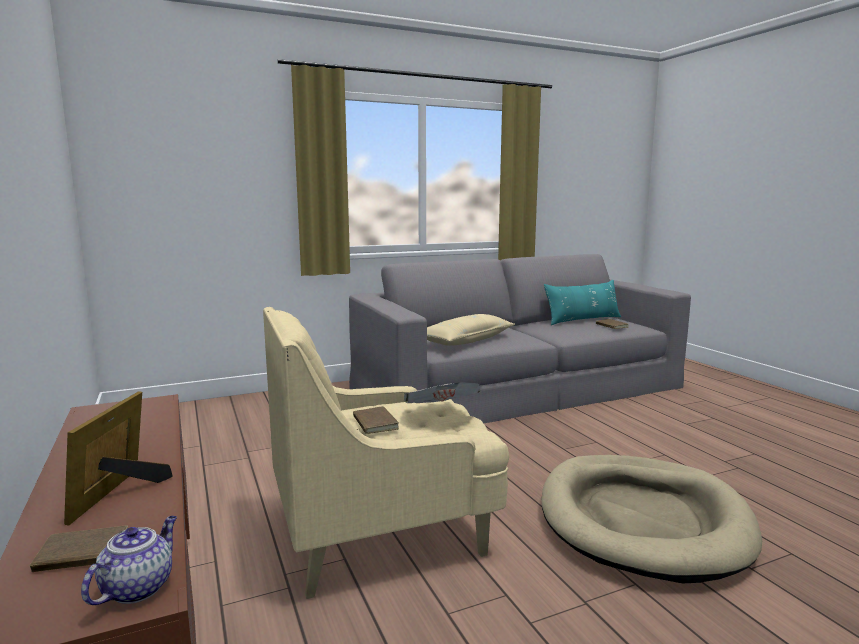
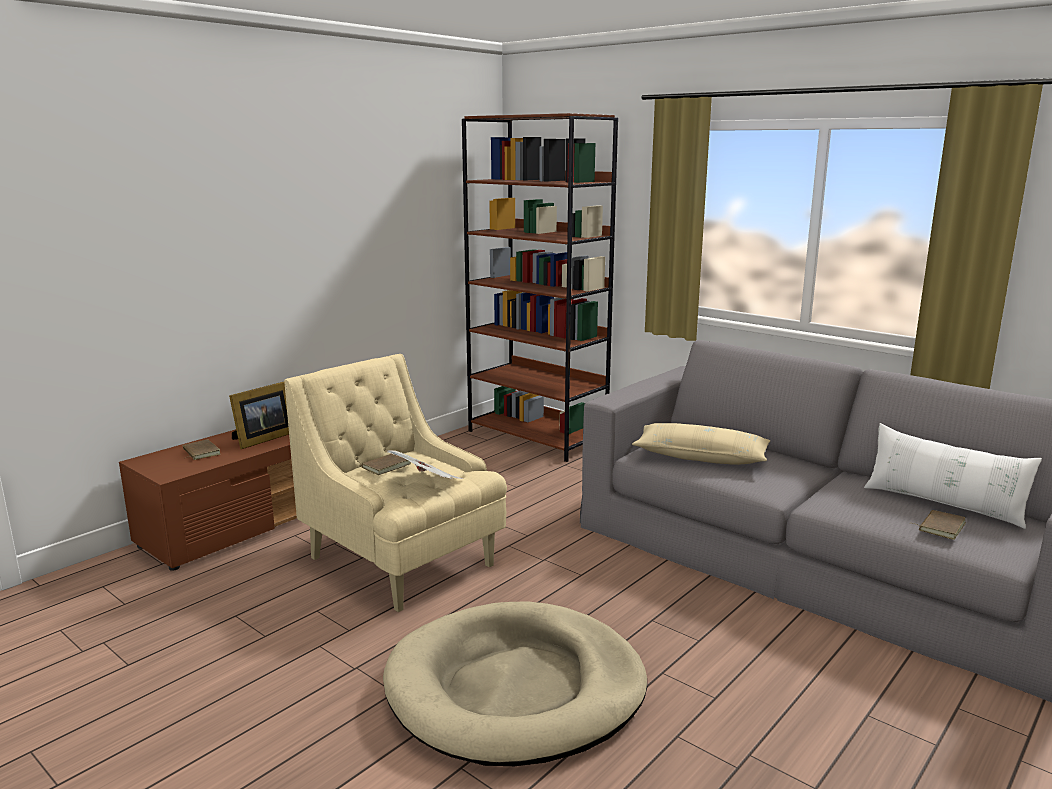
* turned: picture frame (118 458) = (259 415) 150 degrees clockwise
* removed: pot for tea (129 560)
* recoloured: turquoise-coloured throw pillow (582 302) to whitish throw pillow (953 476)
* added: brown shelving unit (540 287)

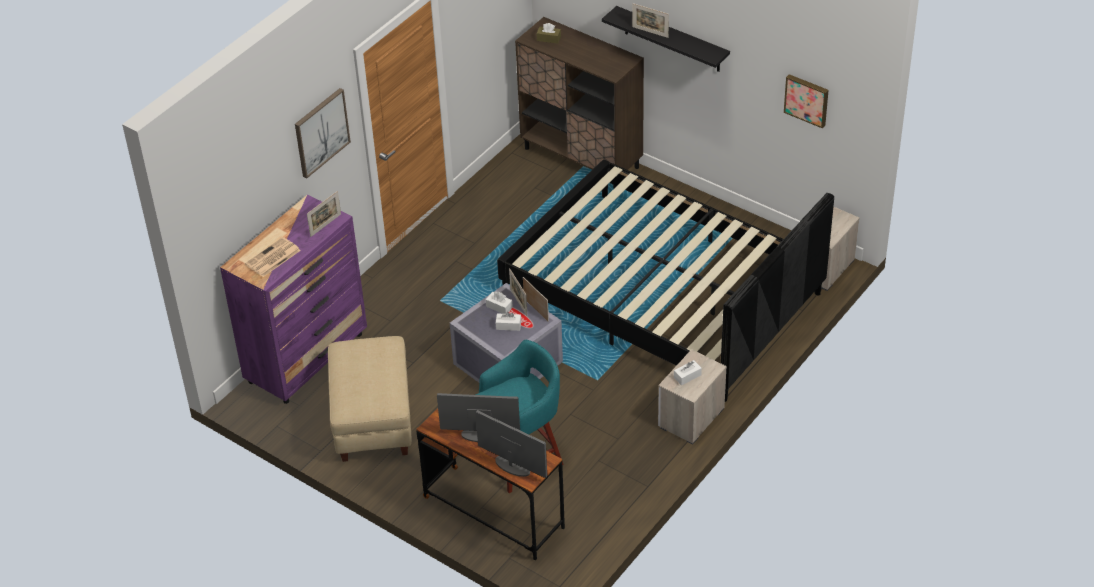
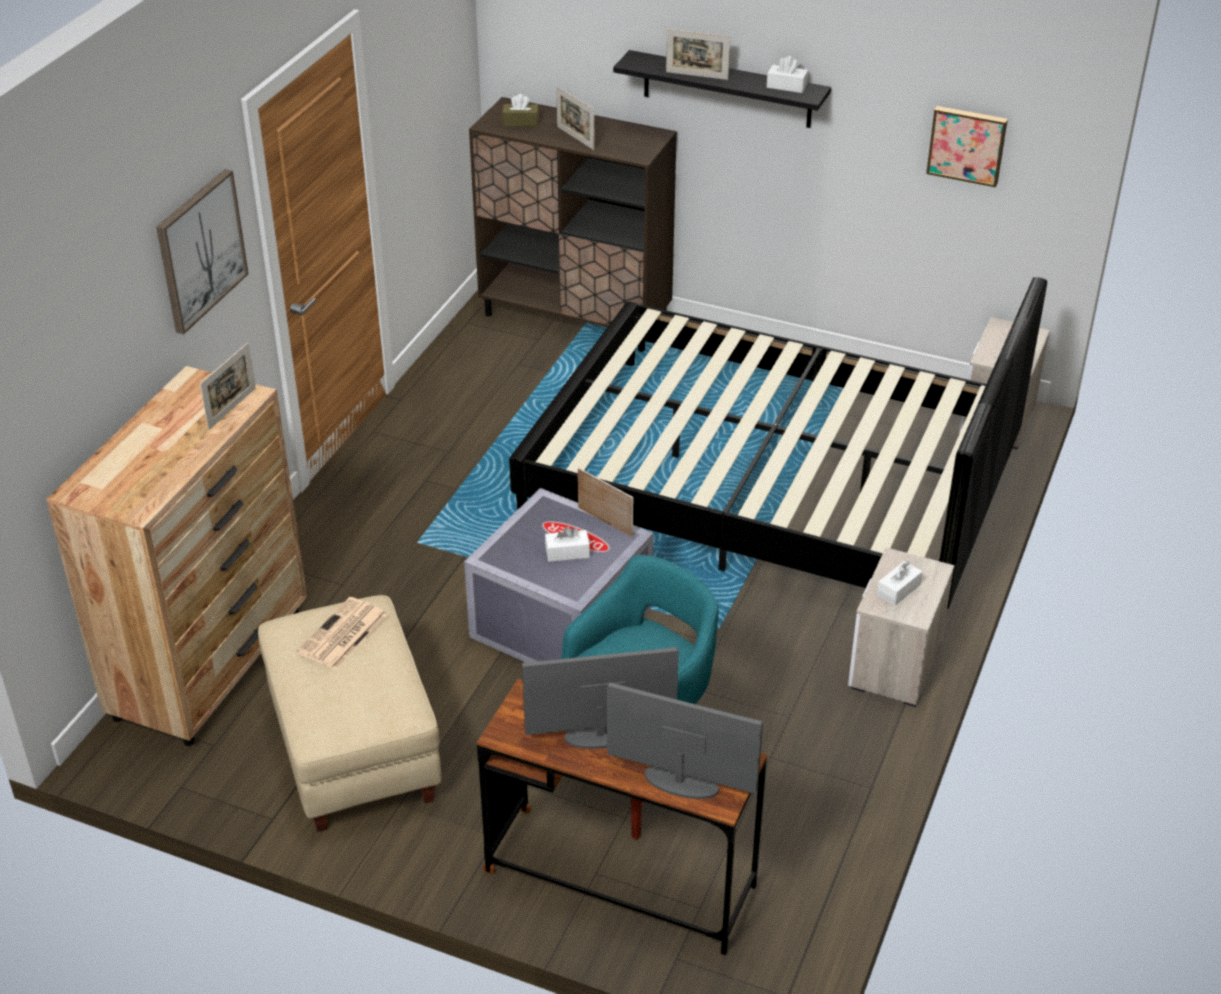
* recoloured: purple-coloured dresser (293 299) to brown dresser (176 556)
* moved: printed paper (273 257) to (342 633)
* moved: whitish tissue box (499 303) to (787 74)
* moved: picture frame (518 292) to (575 118)

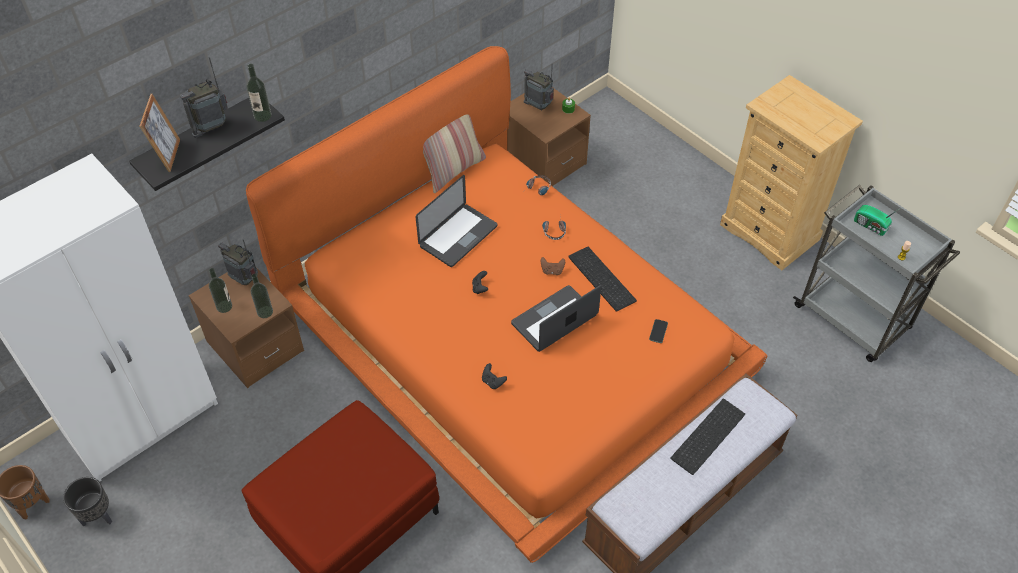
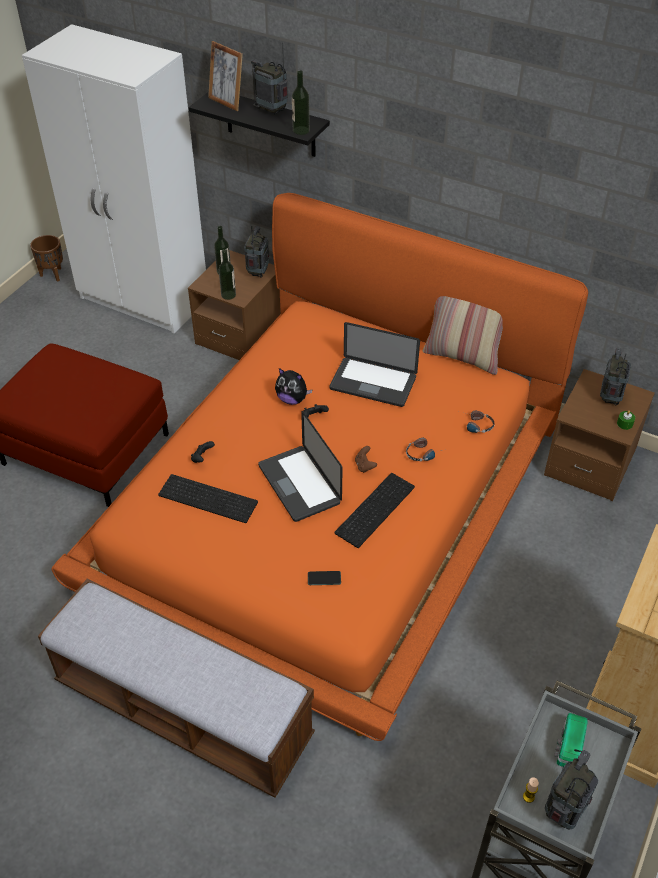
* removed: blackish plant pot (87 501)
* turned: picture frame (159 133) = (225 76) 60 degrees clockwise
* turned: portable computer (556 318) = (300 466) 150 degrees counterclockwise
* moved: computer keyboard (707 437) to (208 498)
* added: cuddly toy (294 386)
* added: radio (571 790)

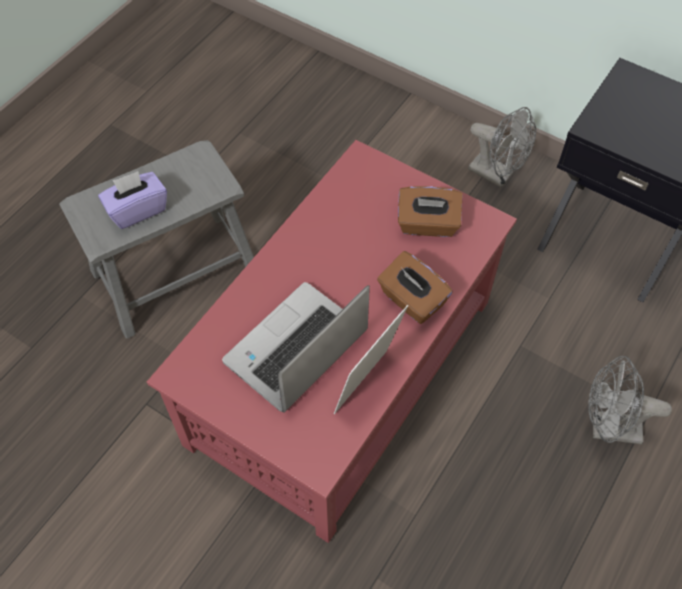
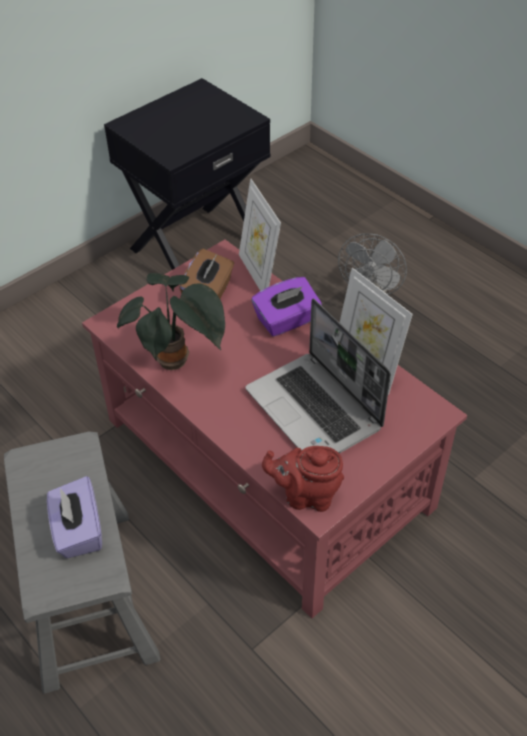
* recoloured: brown tissue box (415 287) to purple-coloured tissue box (287 306)
* removed: greyish cooling fan (502 147)
* added: potted plant (171 321)
* added: picture frame (260 235)
* added: red pot for tea (303 479)

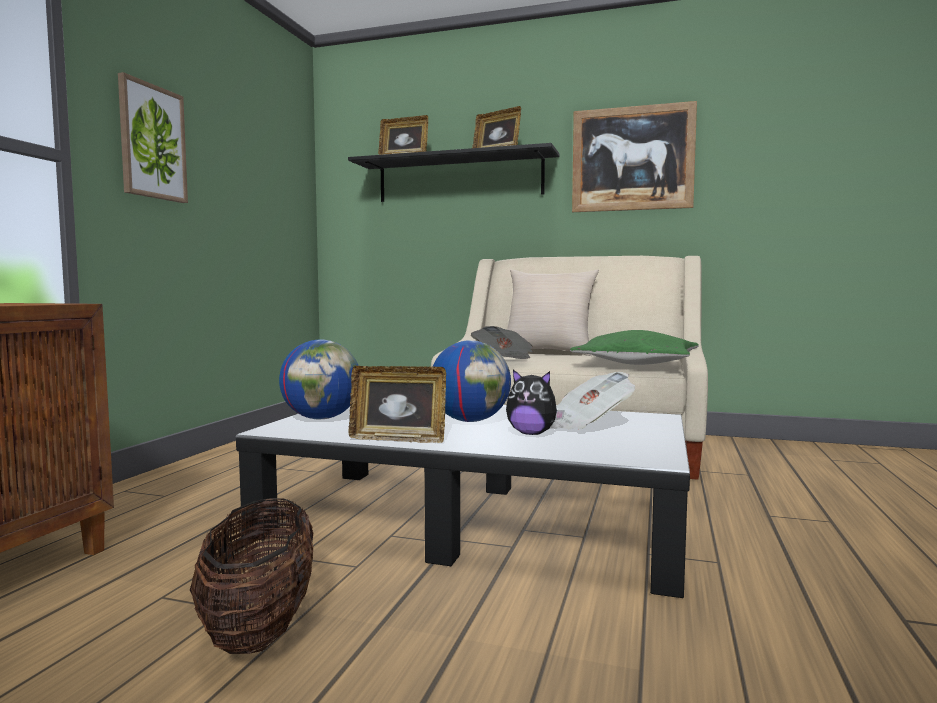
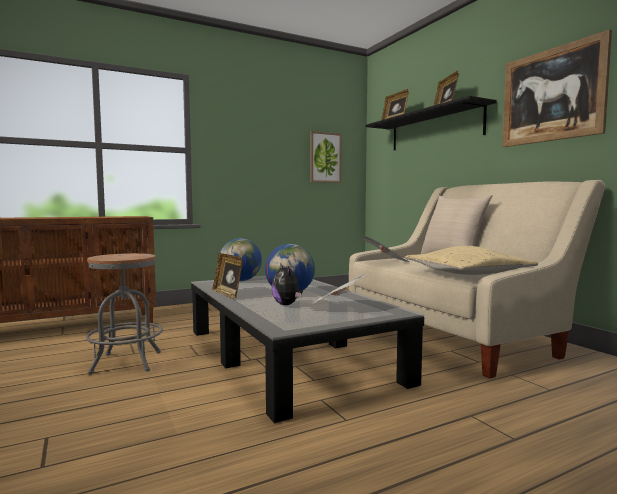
* moved: picture (153 137) to (326 157)
* replaced: basket (251 576) to greyish stool seat (124 313)
* recoloured: green-coloured throw pillow (634 347) to beige throw pillow (471 260)

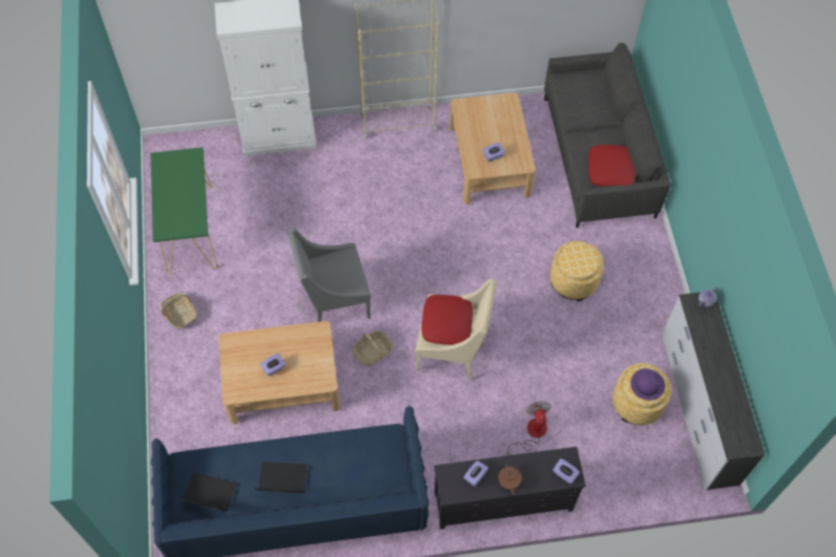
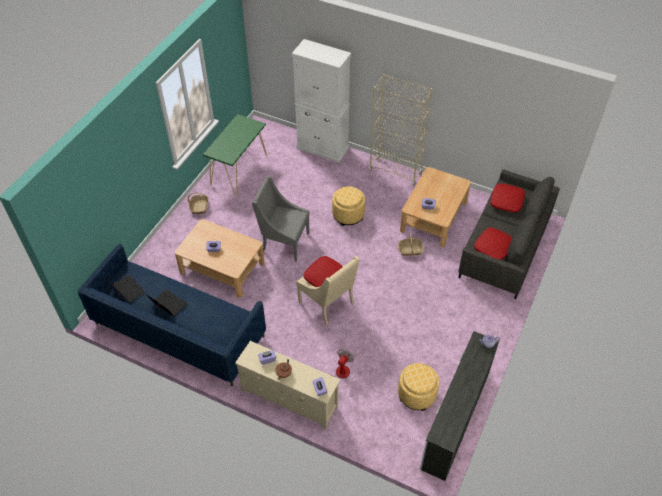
* moved: basket (372 348) to (411 244)
* recoloured: blackish media console (510 488) to beige media console (287 385)
* moved: pouffe (577 271) to (348 206)
* removed: purple-coloured hat (648 384)
* added: red throw pillow (507 197)

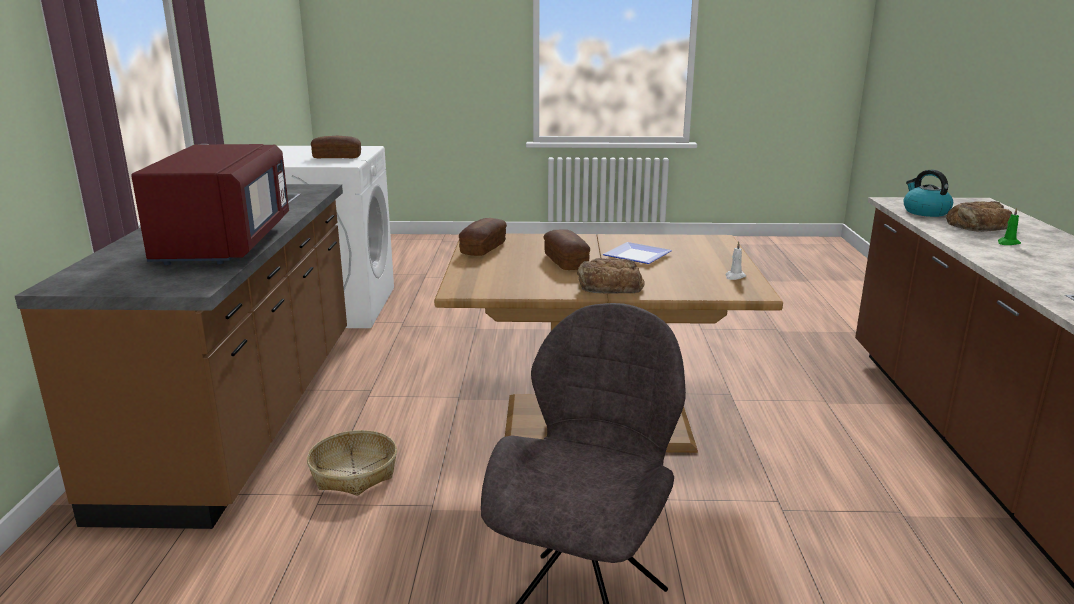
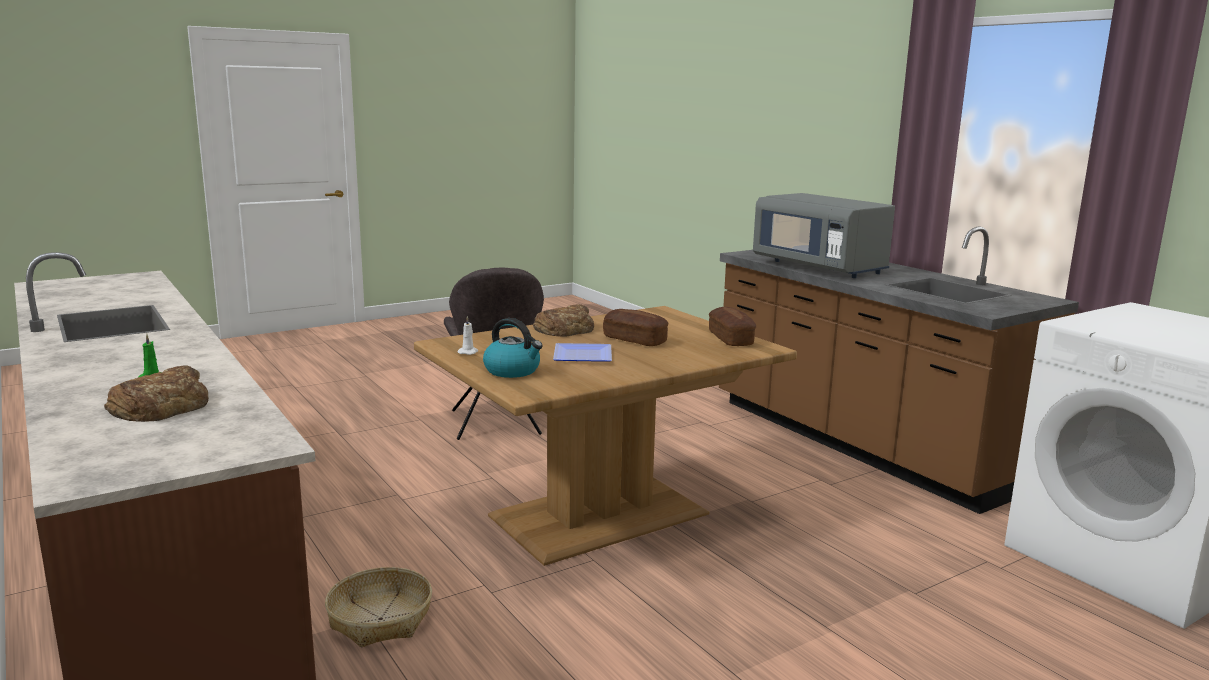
* recoloured: red microwave oven (210 204) to greyish microwave oven (824 235)
* moved: basket (352 462) to (378 607)
* removed: bakery bread (336 147)
* moved: tea kettle (928 193) to (513 348)

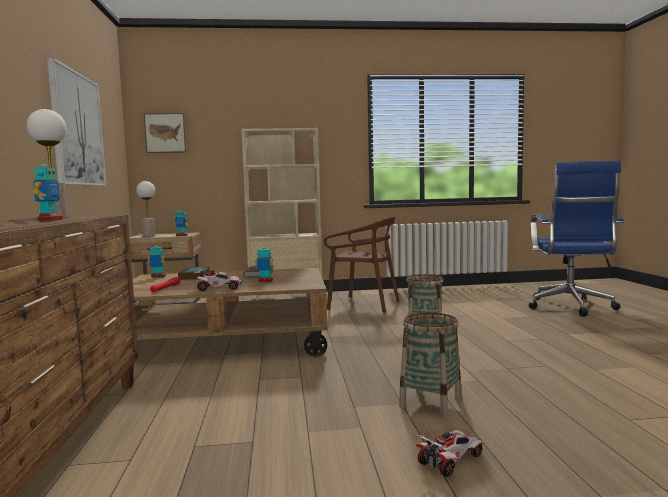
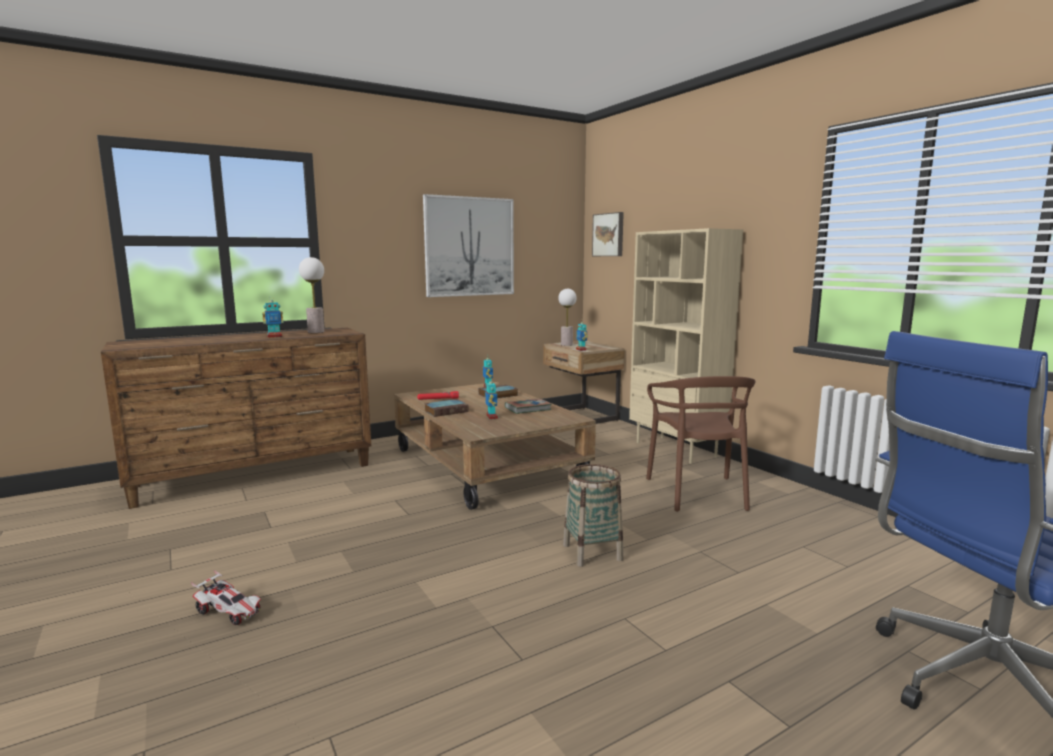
* replaced: toy car (217 279) to volume (446 408)
* removed: basket (430 365)

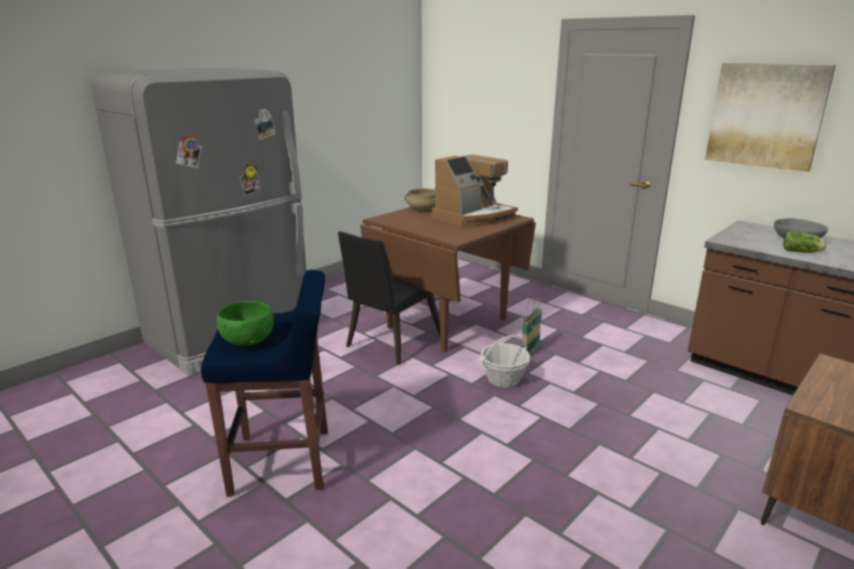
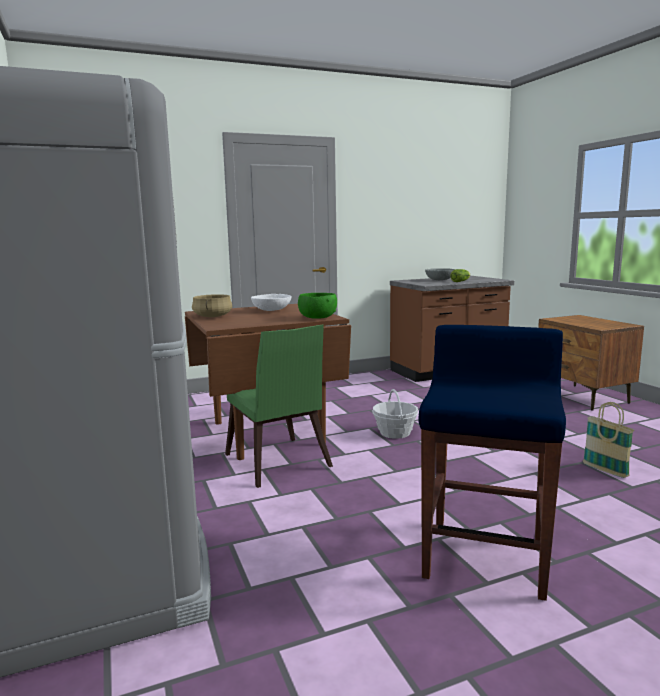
* moved: green-coloured bowl (245 323) to (317 306)
* recoloured: blackish chair (389 298) to green-coloured chair (279 406)
* replaced: coffee maker (474 190) to whitish bowl (271 302)
* moved: basket (532 326) to (608 440)
* removed: picture (770 117)

